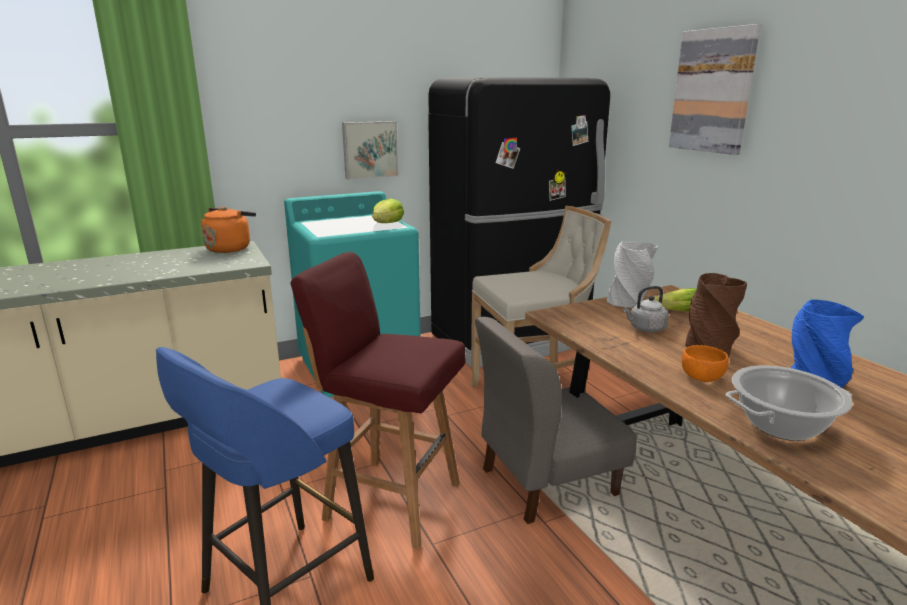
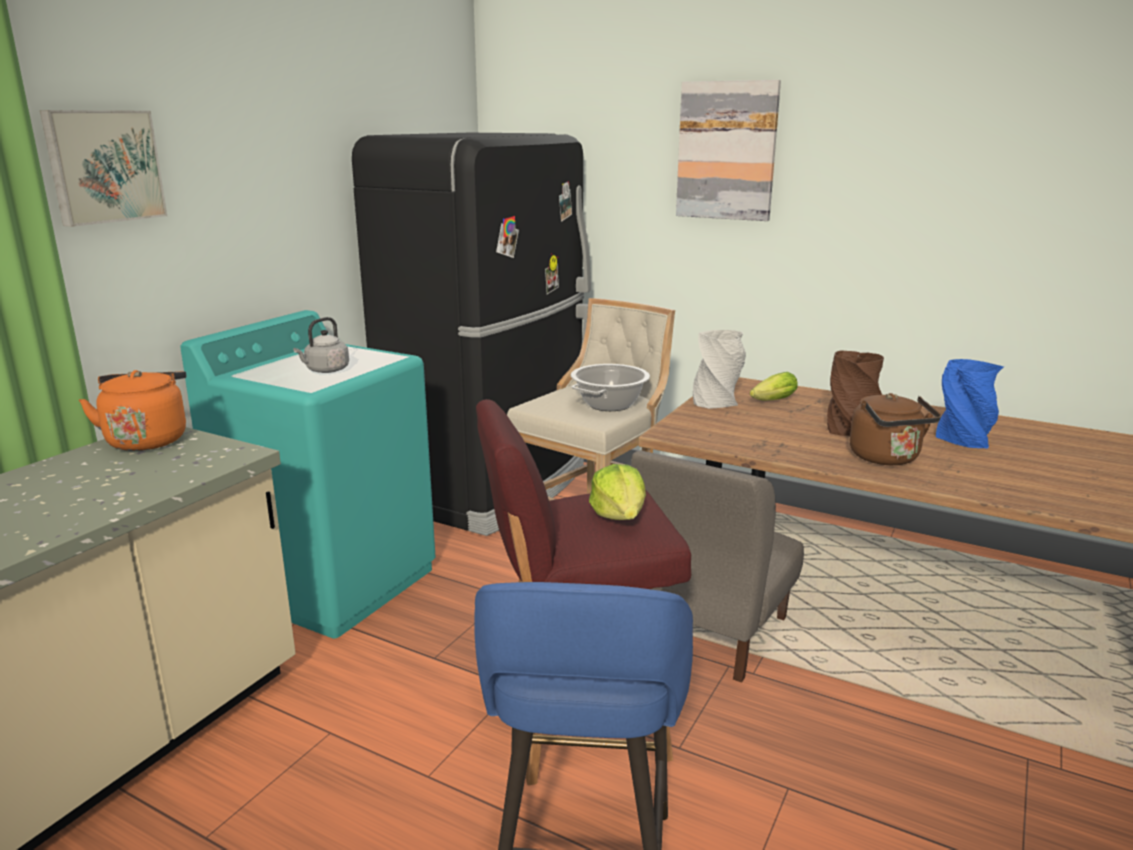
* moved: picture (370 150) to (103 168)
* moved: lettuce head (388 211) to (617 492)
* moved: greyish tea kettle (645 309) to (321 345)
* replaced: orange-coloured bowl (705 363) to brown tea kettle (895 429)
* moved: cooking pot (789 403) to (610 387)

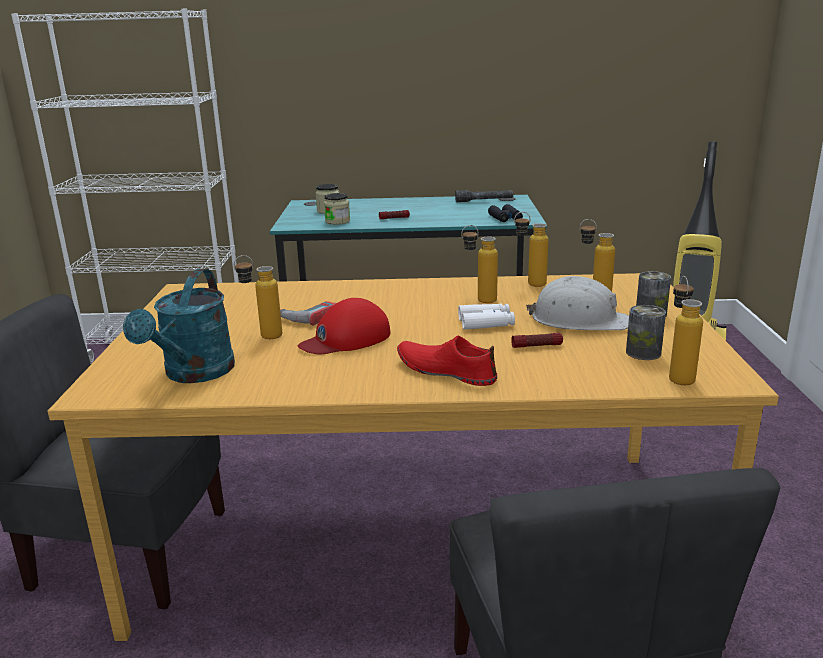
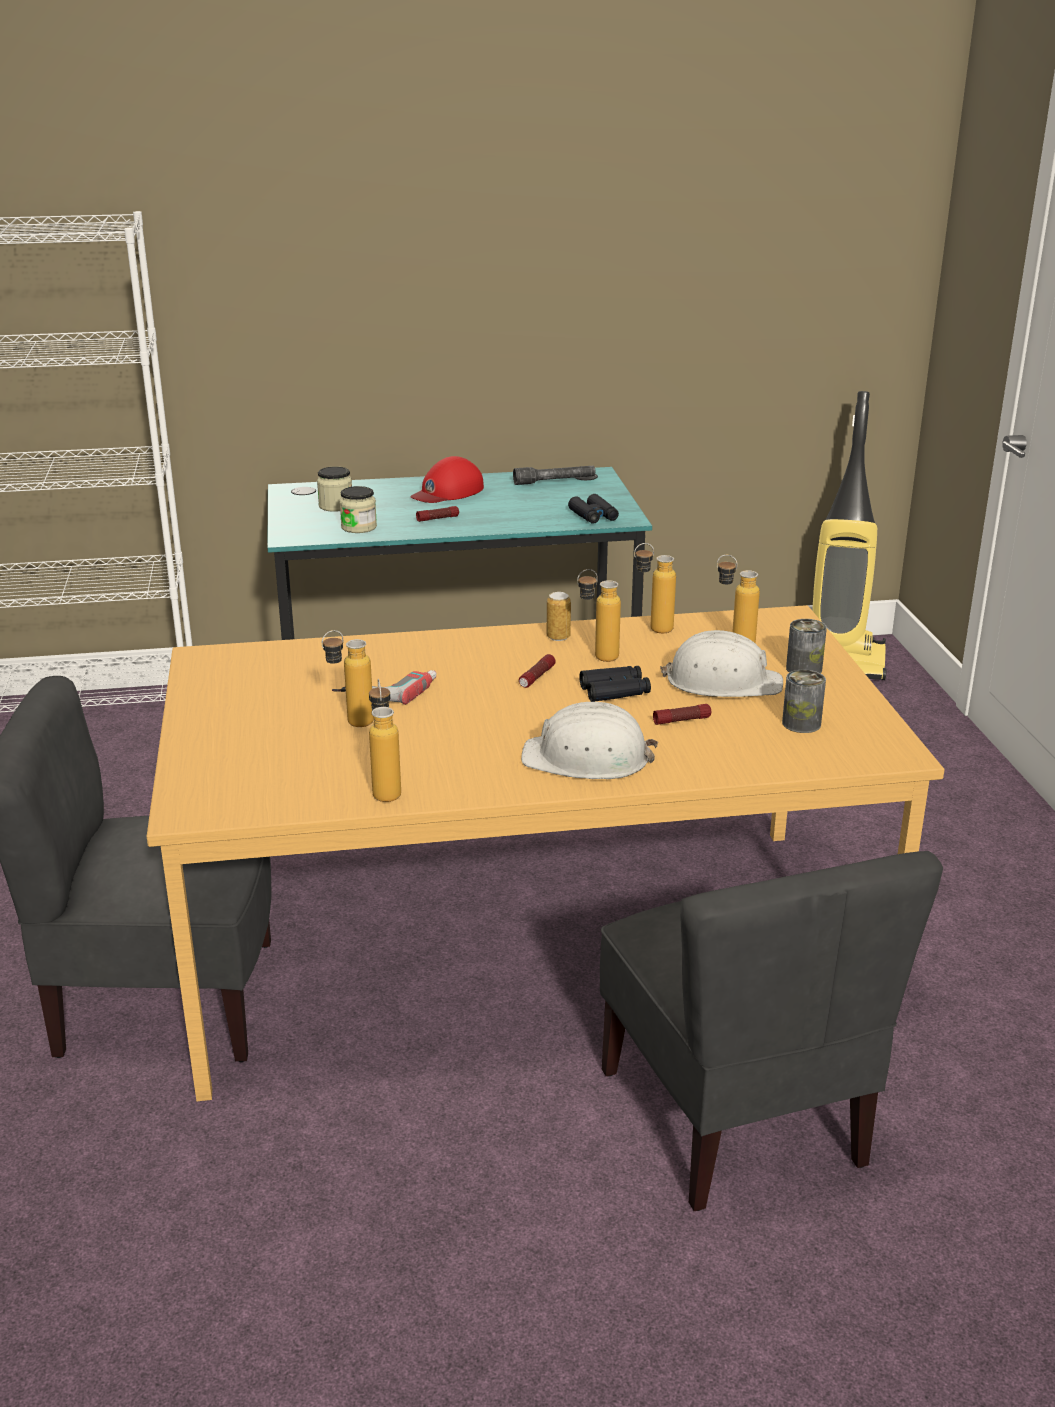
* removed: turquoise-coloured watering can (179 326)
* moved: red peaked cap (344 326) to (447 479)
* replaced: red shoe (447 360) to whitish safety helmet (589 740)
* recoloured: whitish binoculars (486 317) to blackish binoculars (615 684)
* moved: beverage bottle (686 330) to (385 740)
* added: flashlight (537 671)
* added: sealed can (559 616)

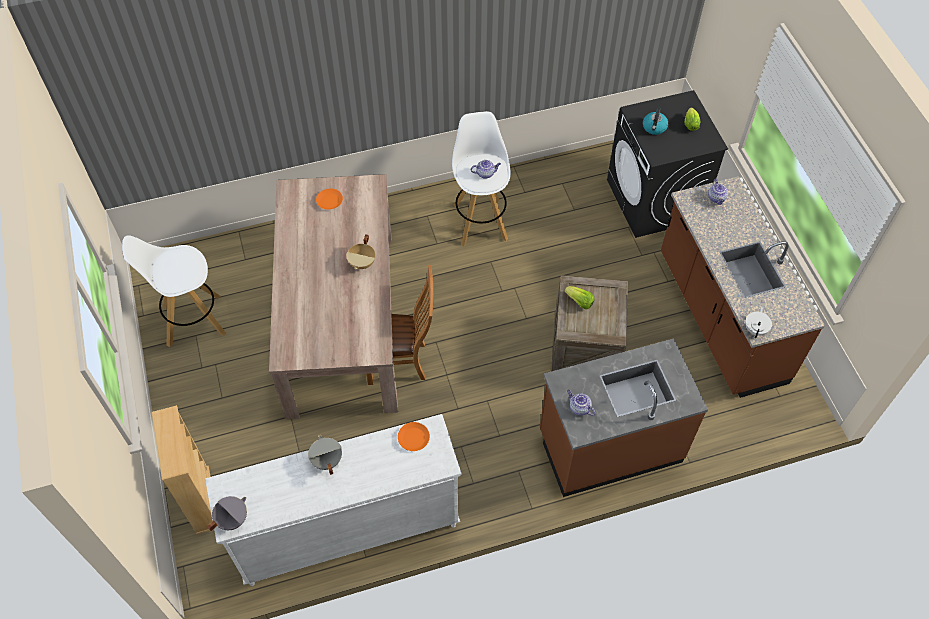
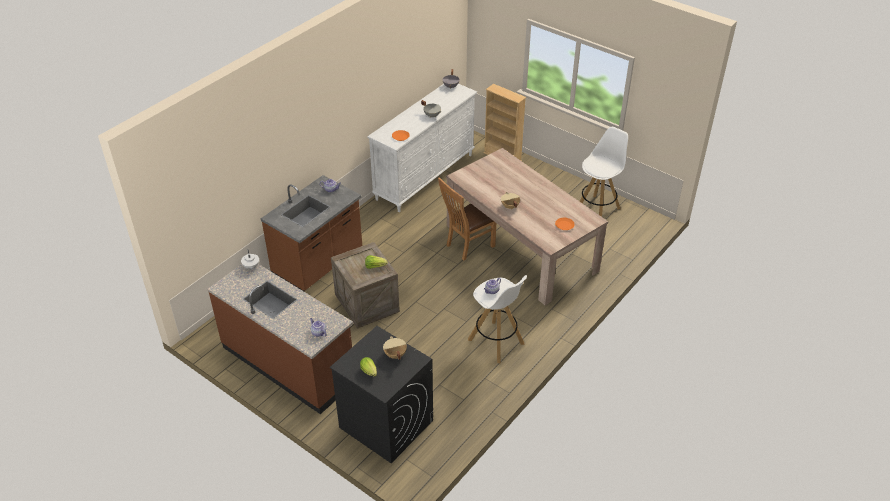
* replaced: tea kettle (655 121) to beige cooking pot (395 348)

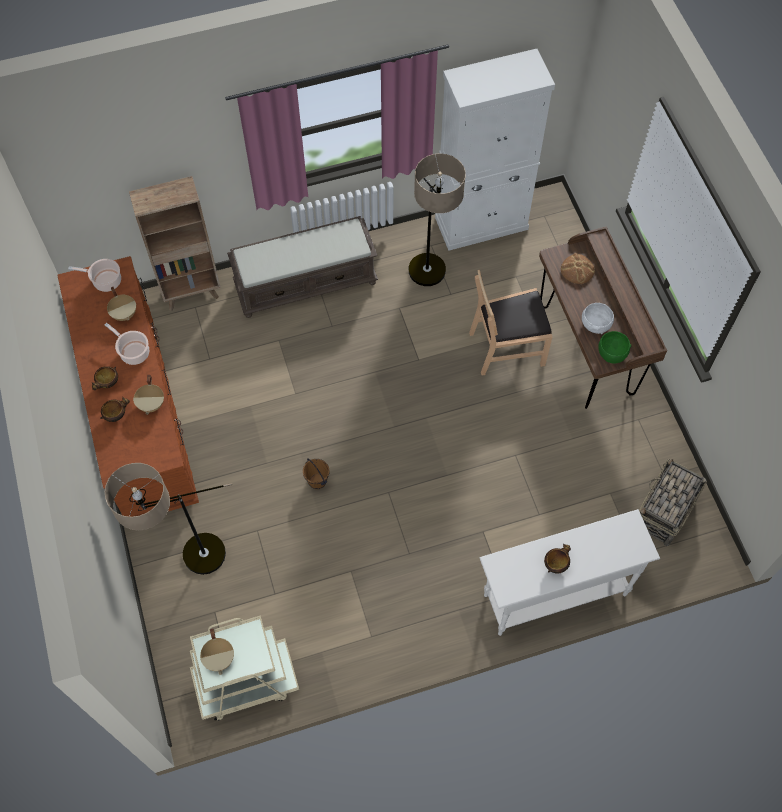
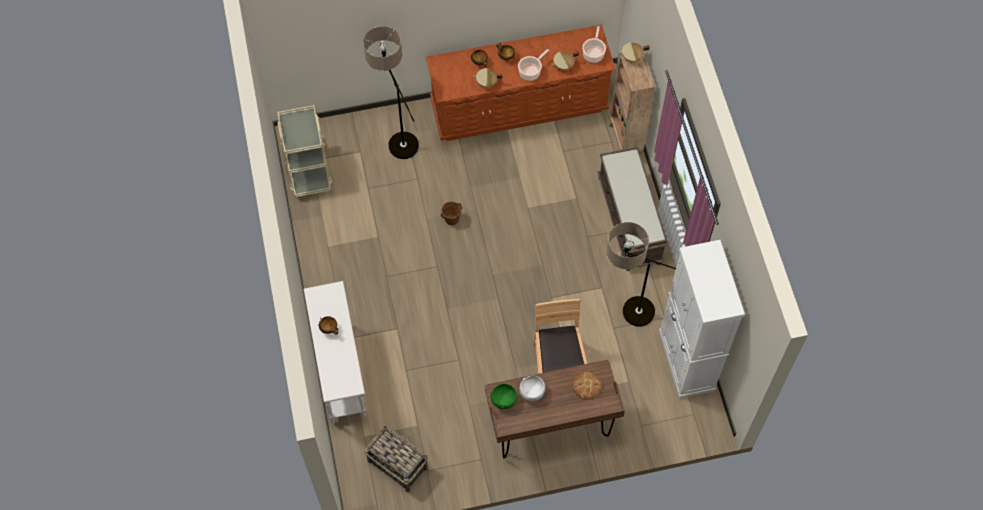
* moved: beige cooking pot (217 652) to (634 52)

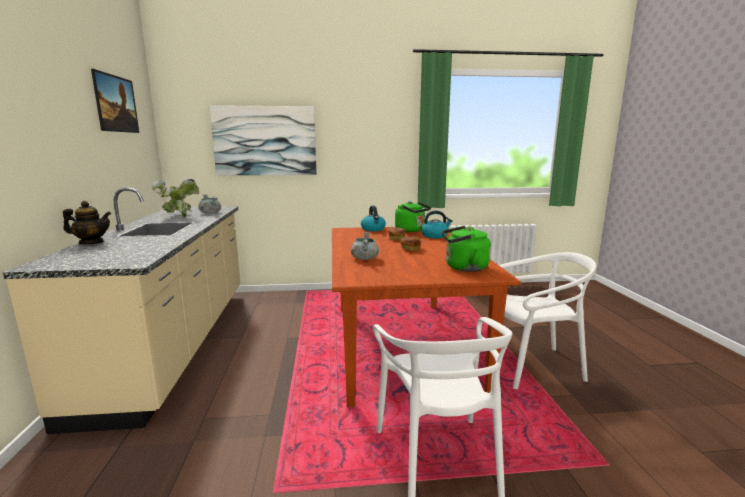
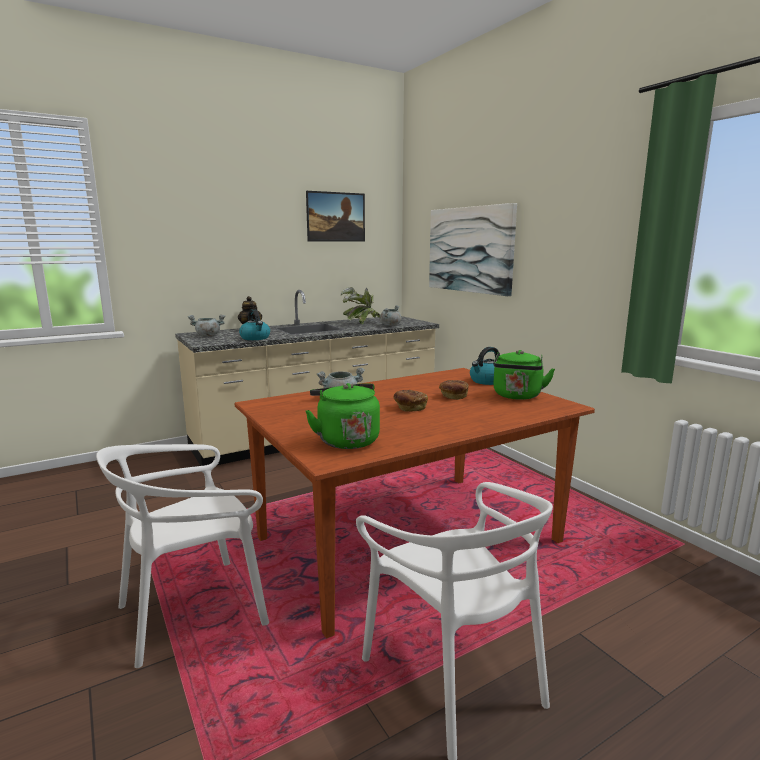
* moved: tea kettle (436 224) to (254 324)
* added: greyish cooking pot (206 325)

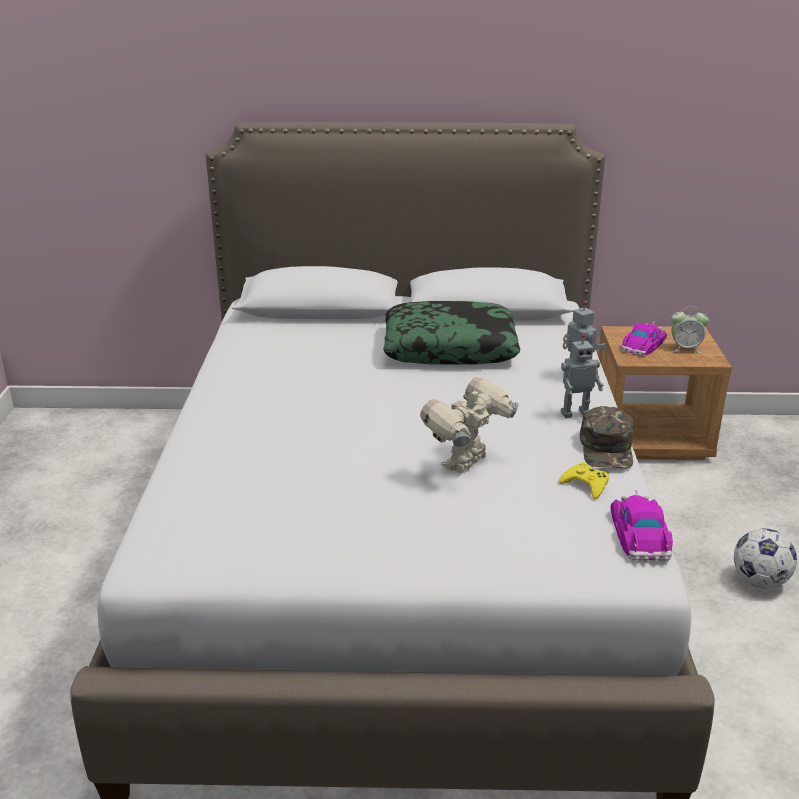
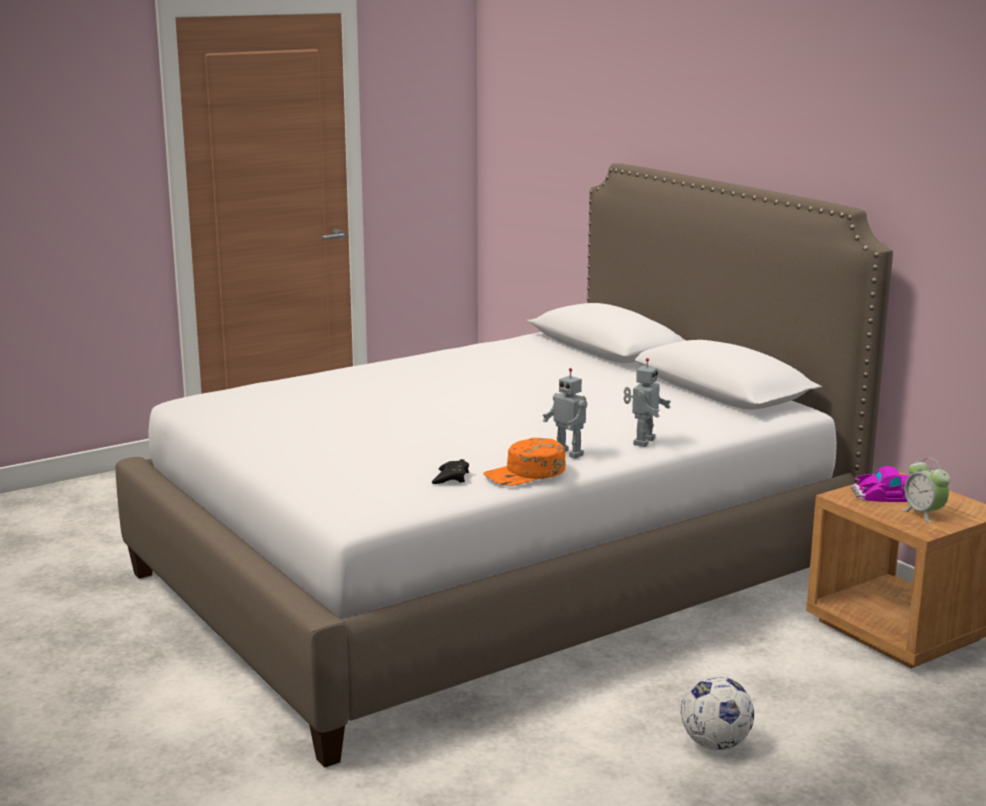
* removed: throw pillow (451 333)
* removed: model robot (469 425)
* recoloured: yellowish gamepad (584 480) to blackish gamepad (450 471)
* recoloured: green-coloured peaked cap (606 437) to orange-coloured peaked cap (524 462)
* removed: toy car (641 526)

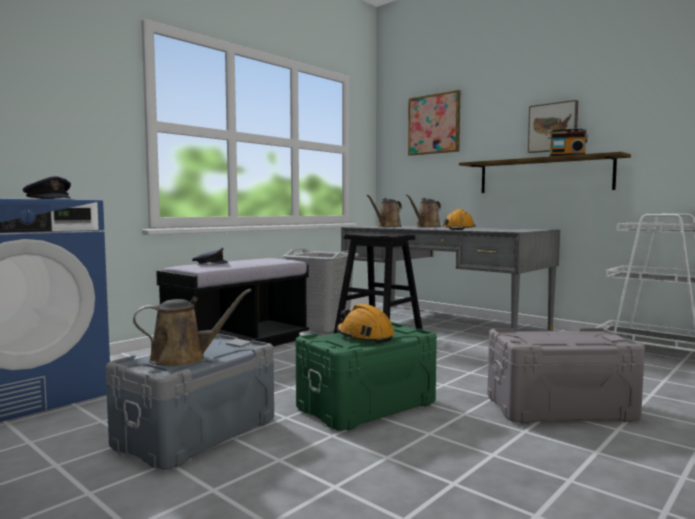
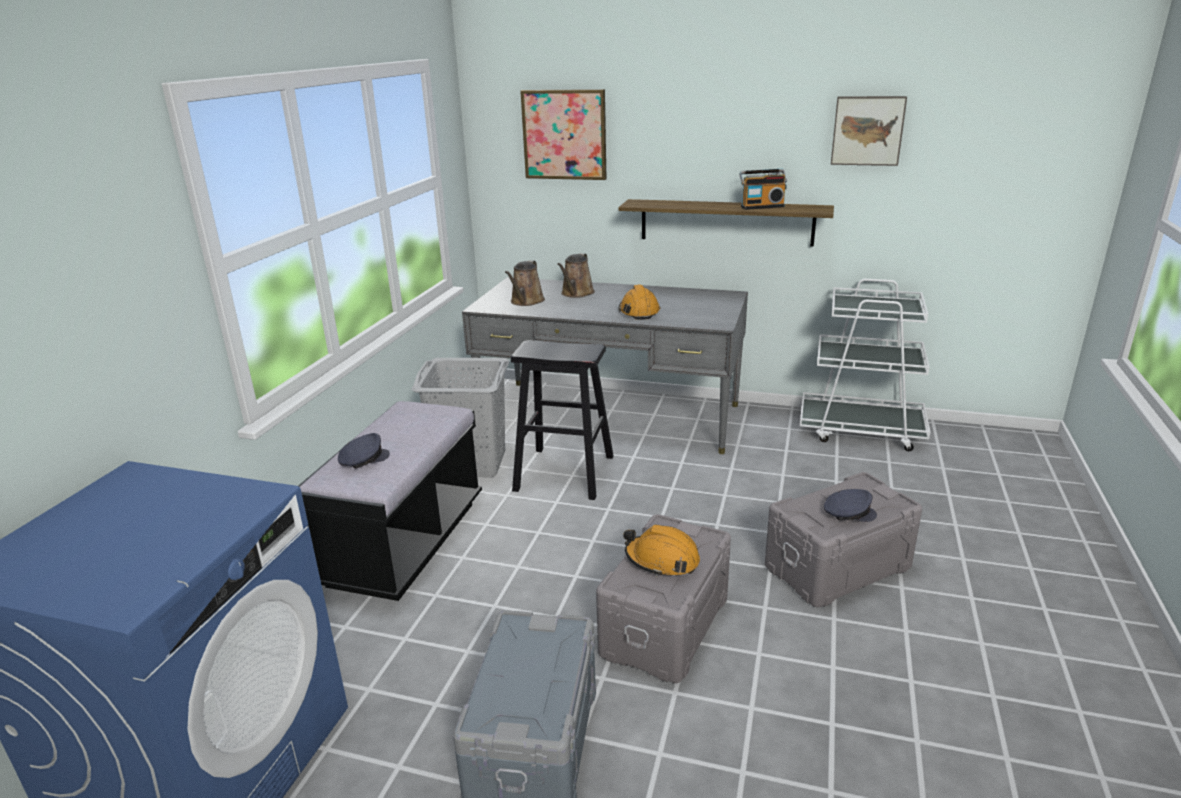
* moved: greyish peaked cap (47 187) to (850 505)
* removed: brown watering can (192 327)
* recoloured: green-coloured storage container (366 376) to greyish storage container (663 598)
* moved: picture (553 126) to (869 131)

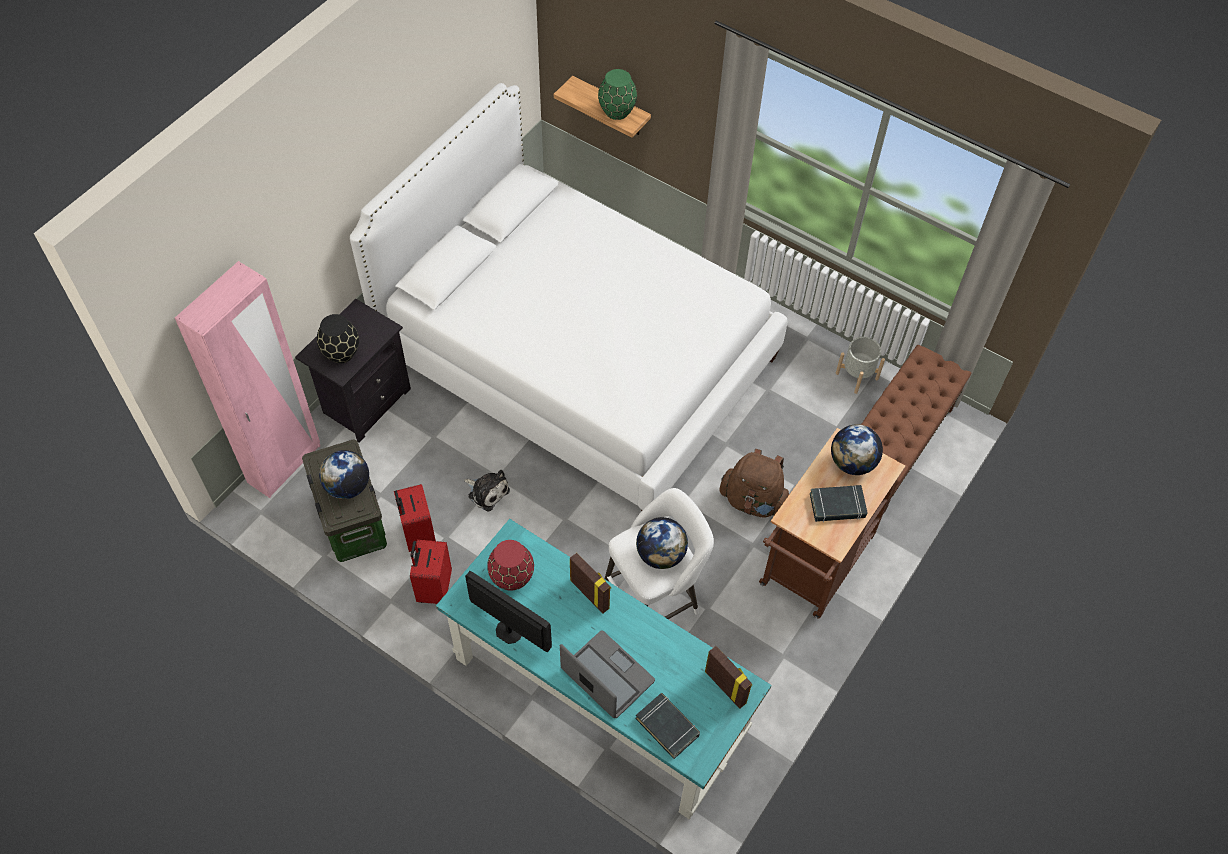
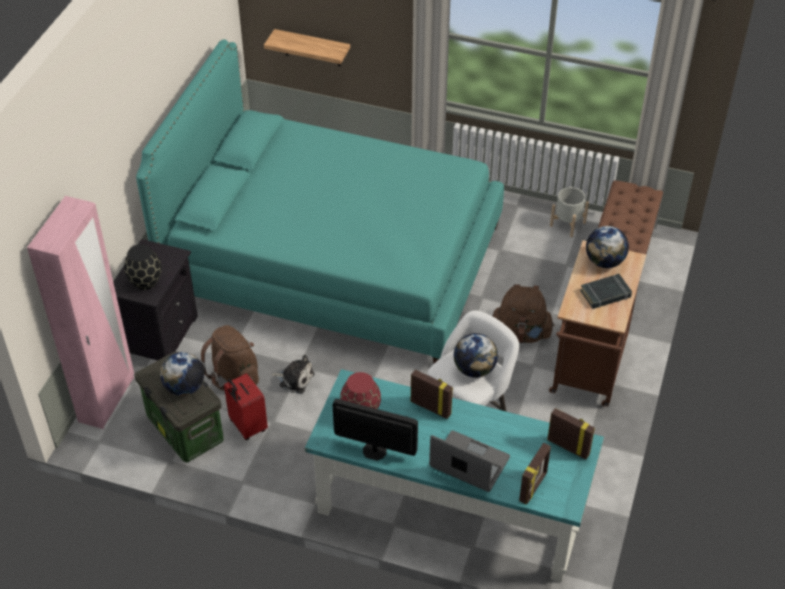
* recoloured: whitish bed (568 297) to turquoise-coloured bed (320 201)
* removed: red suitcase (431 571)
* removed: green-coloured decorative vase (617 94)
* replaced: blackish volume (668 726) to picture frame (535 474)
* added: brown rucksack (229 358)

